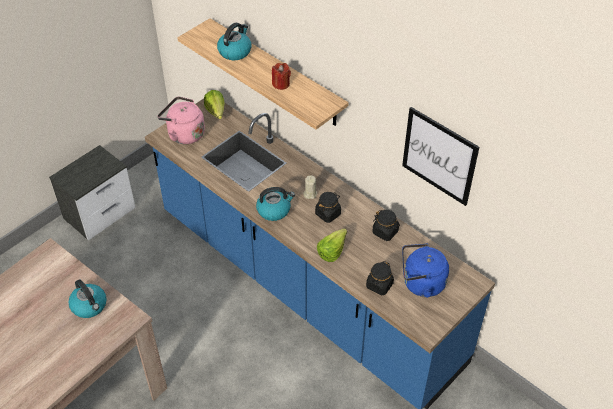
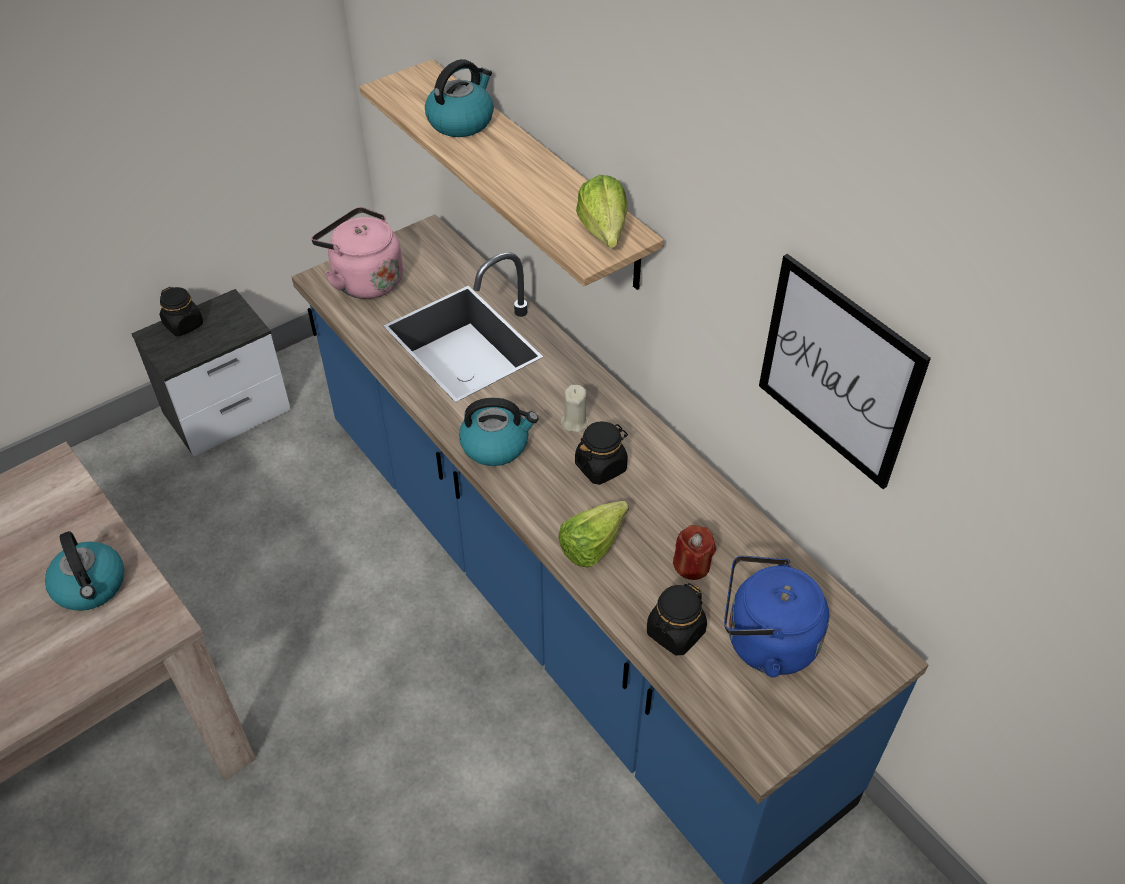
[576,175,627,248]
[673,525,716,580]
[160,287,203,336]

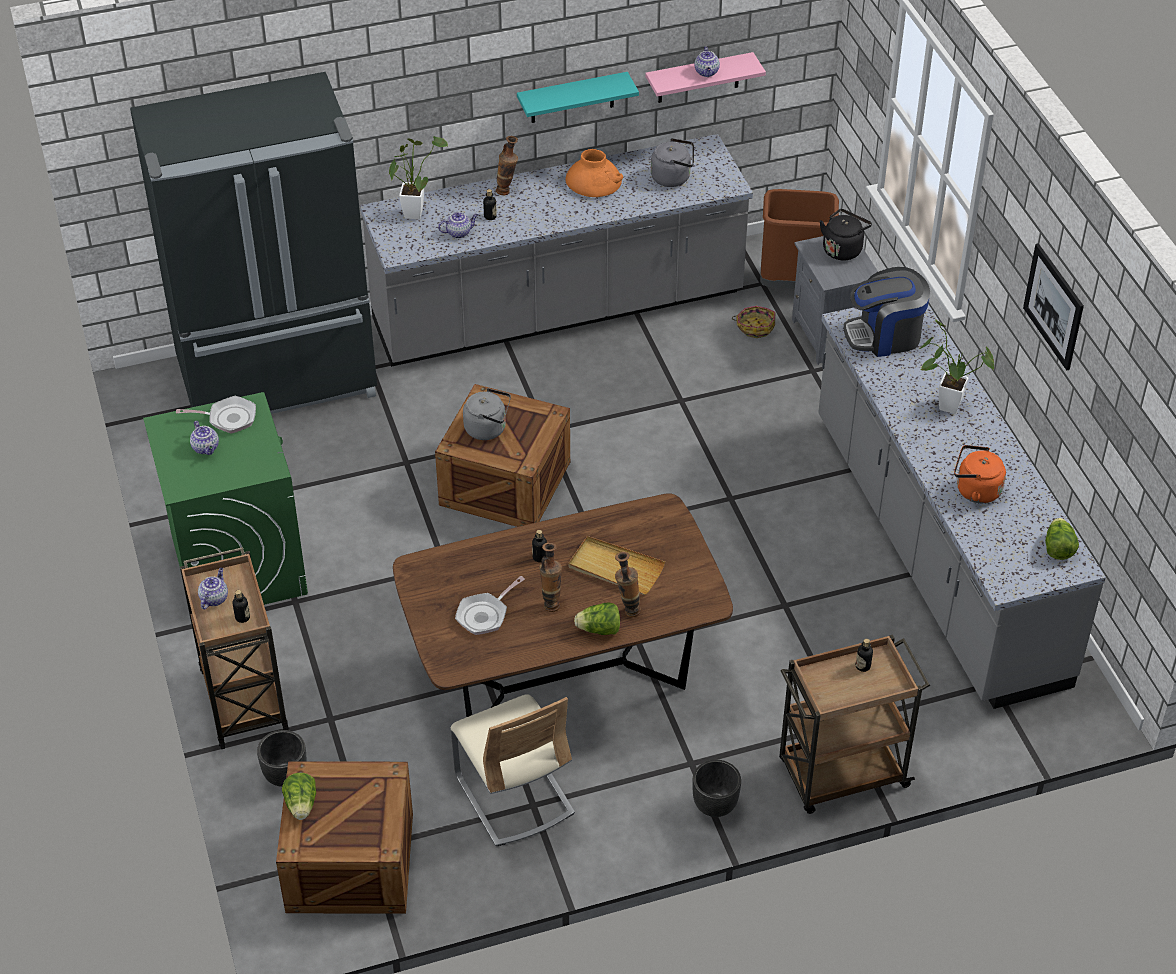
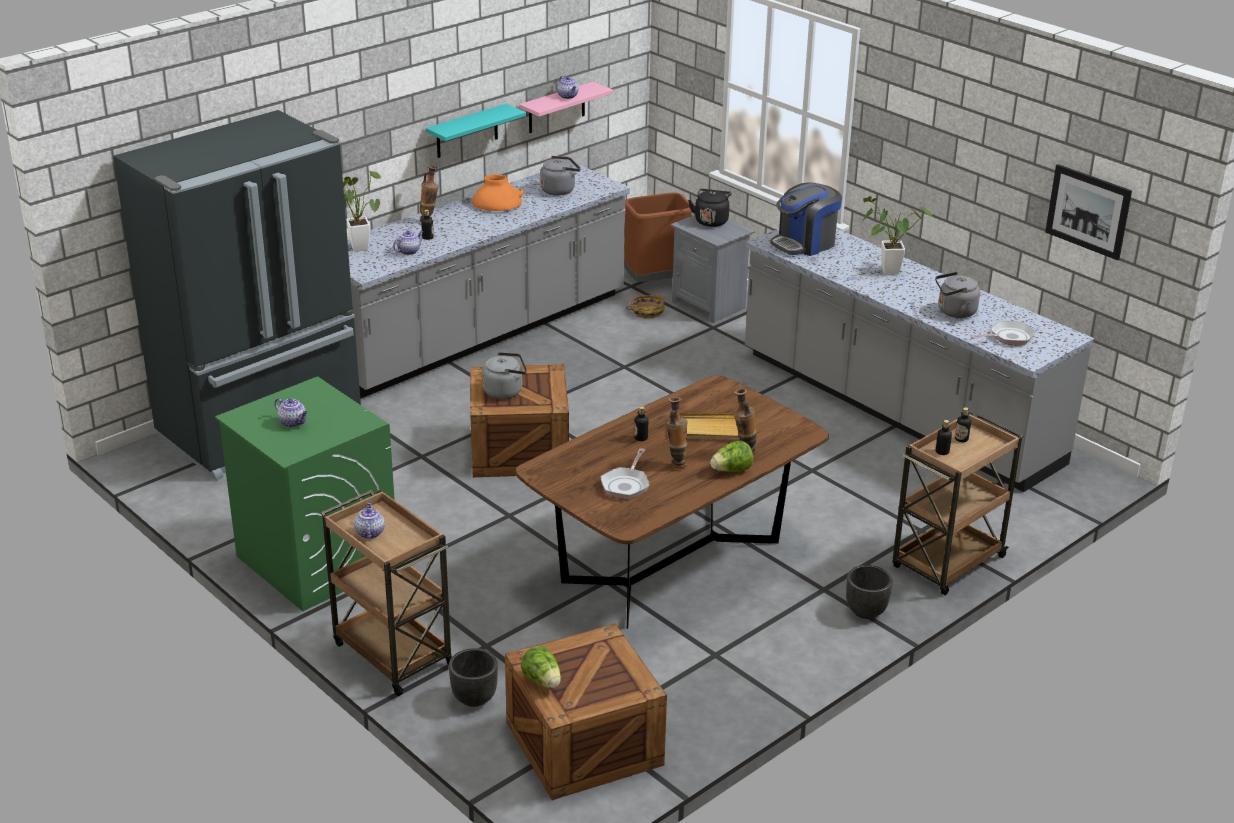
[451,694,575,846] (first image)
[1045,518,1079,560] (first image)
[971,321,1036,345]
[936,420,952,455]
[1045,164,1132,260]
[935,272,980,318]

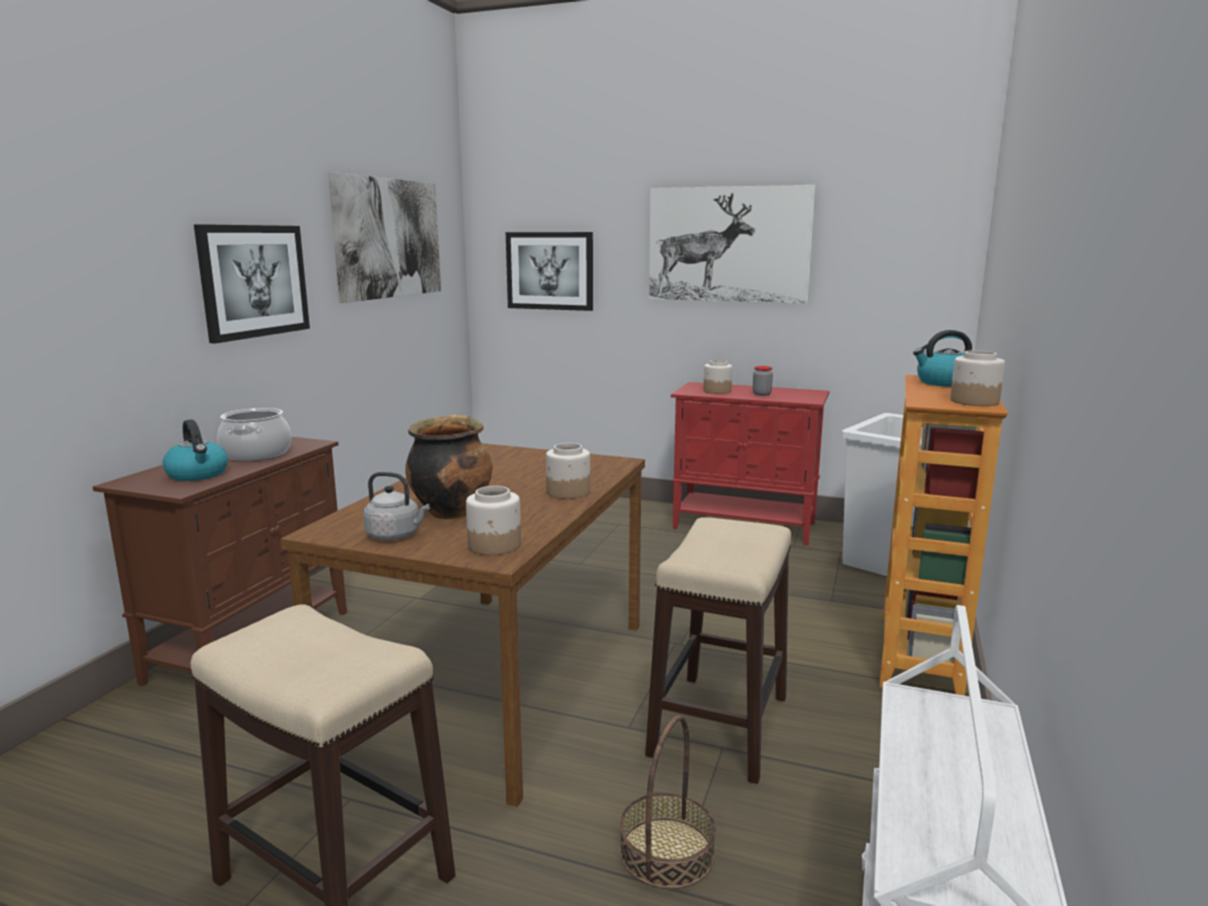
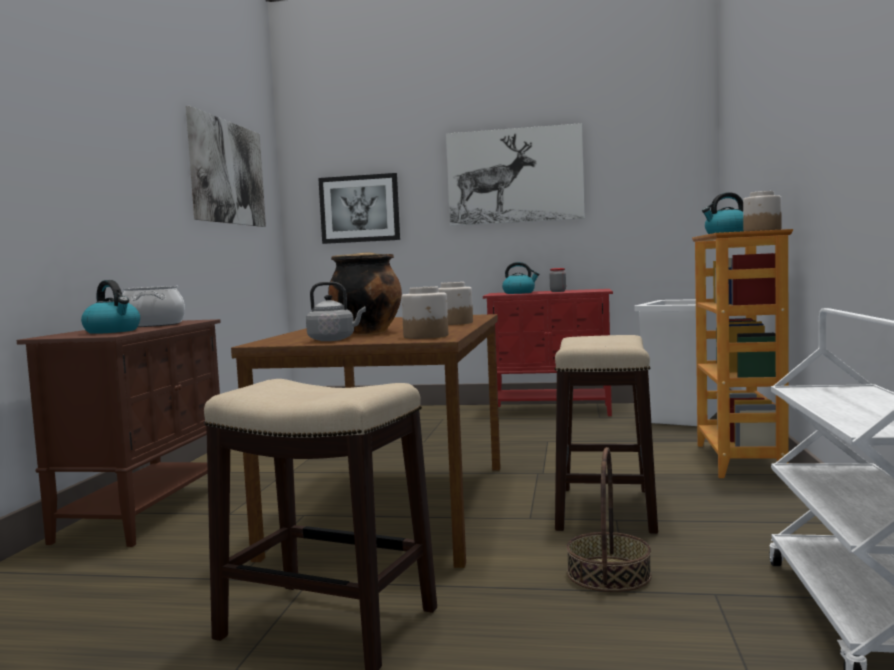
[194,224,310,344] (first image)
[502,262,539,294]

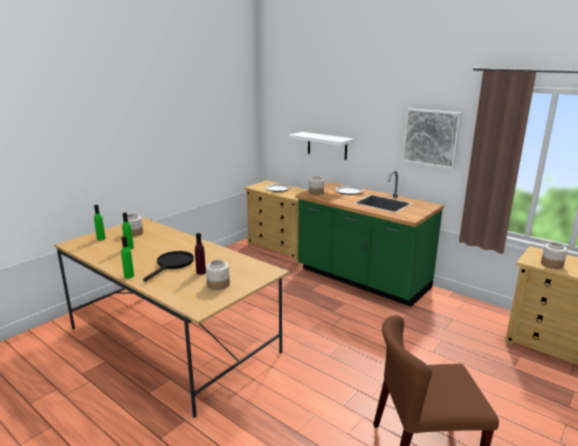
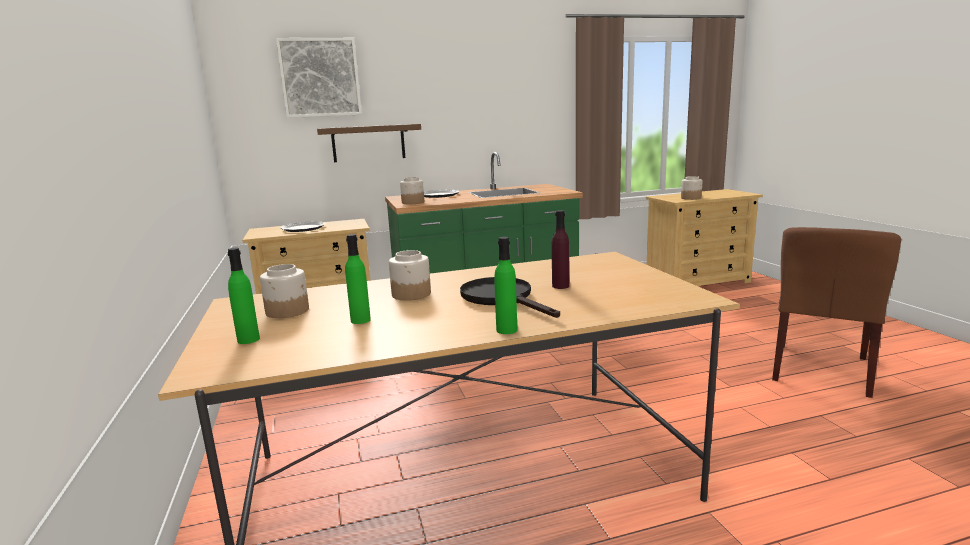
[389,250,431,301]
[276,38,362,118]
[317,124,421,162]

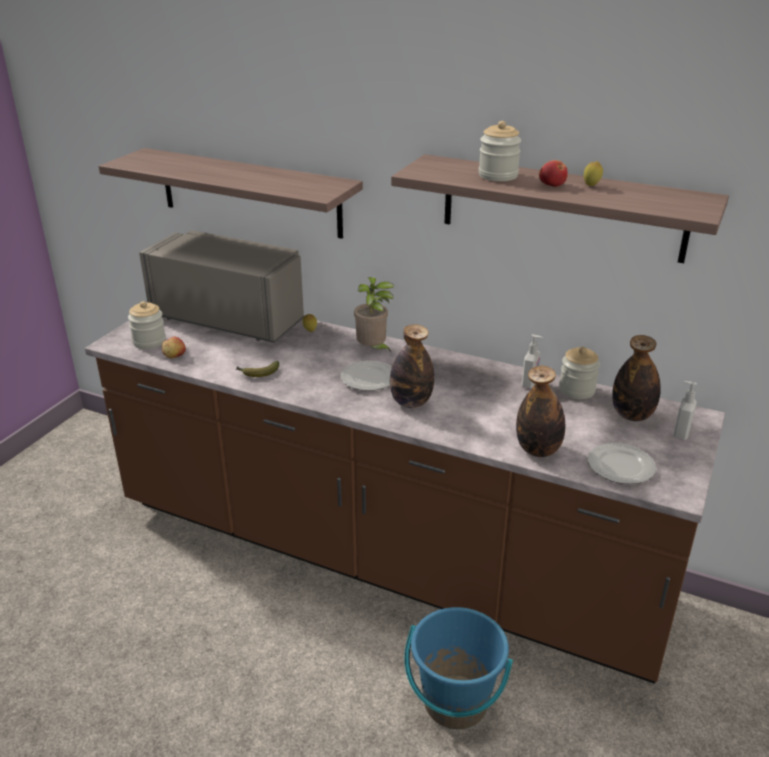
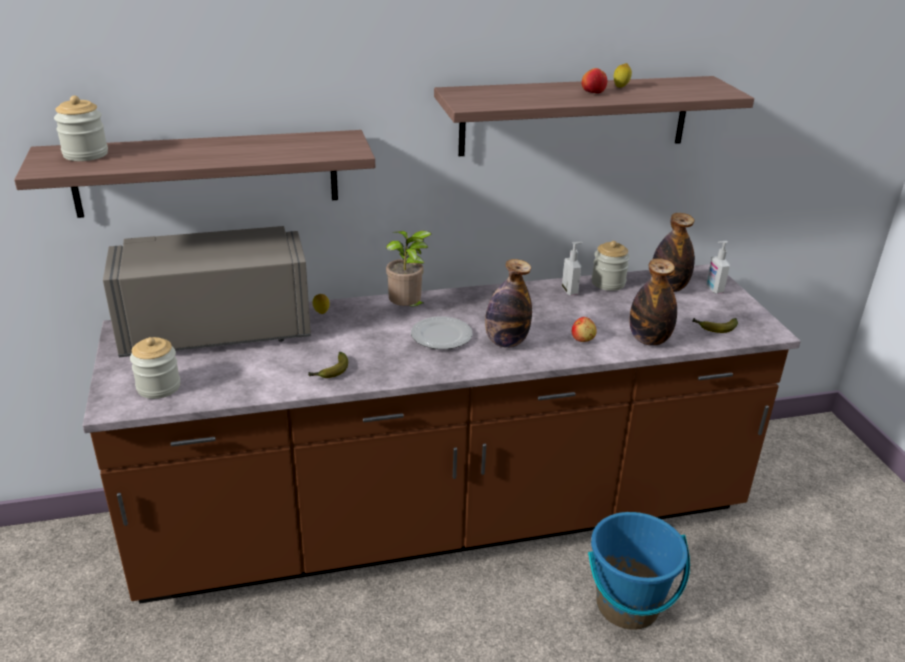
[572,317,597,342]
[54,96,108,161]
[693,318,738,333]

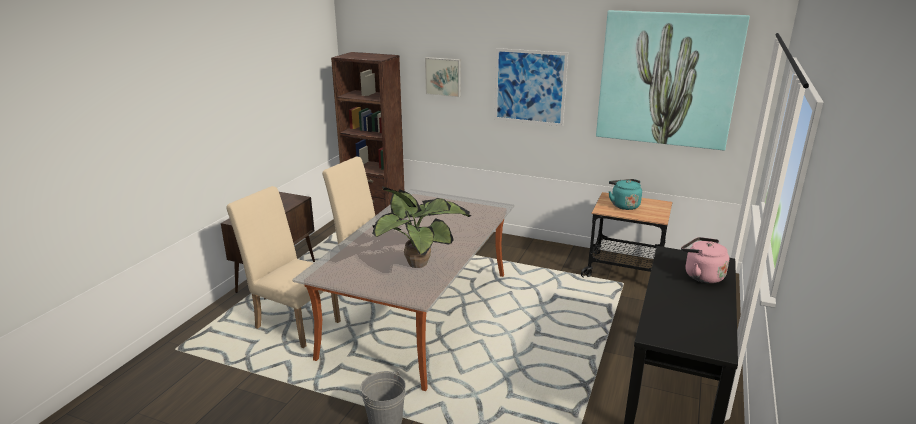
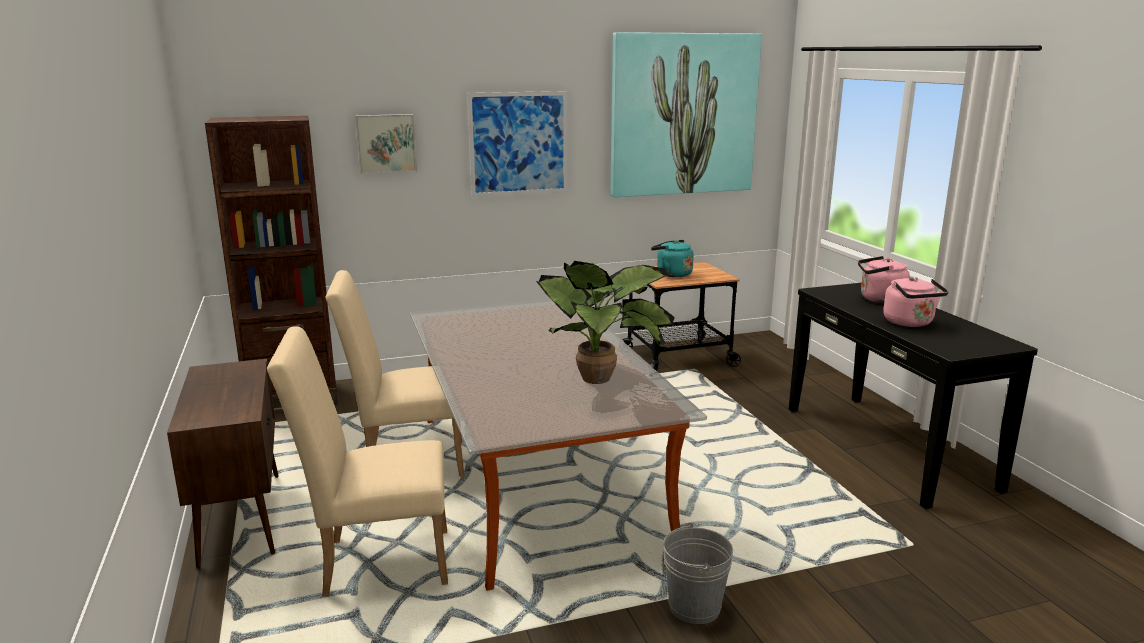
[883,277,949,327]

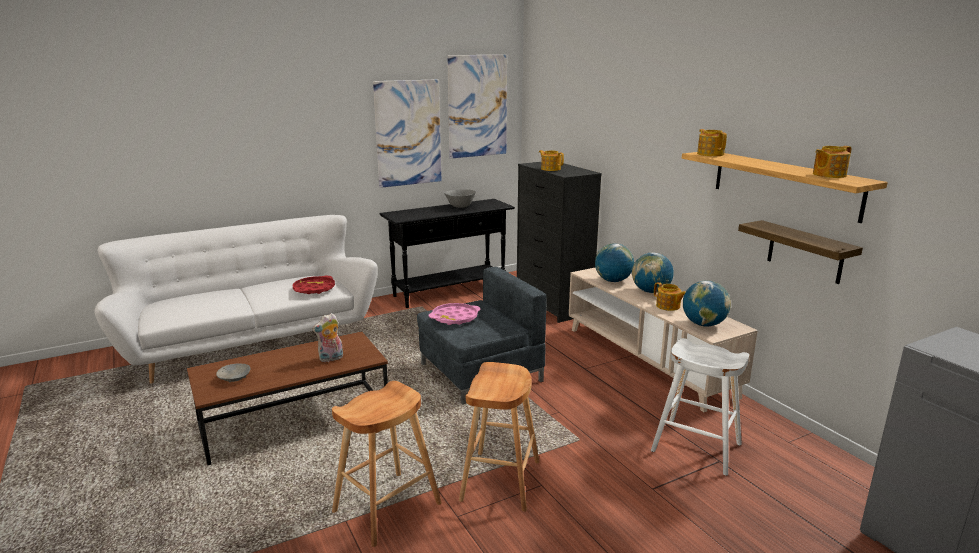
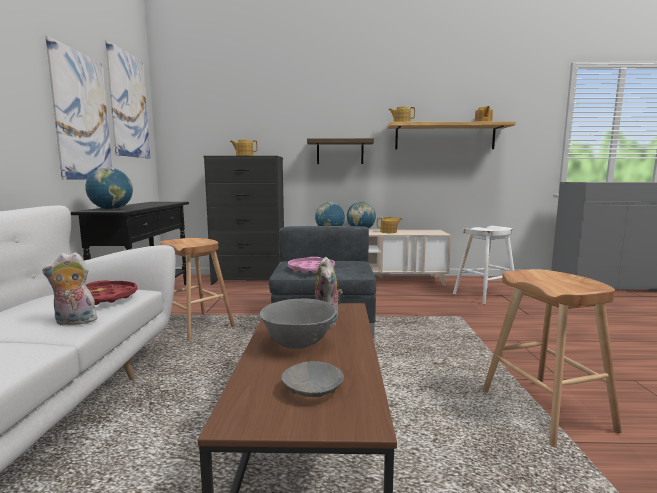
[42,252,97,326]
[260,299,336,349]
[160,238,235,341]
[85,167,133,210]
[307,138,374,164]

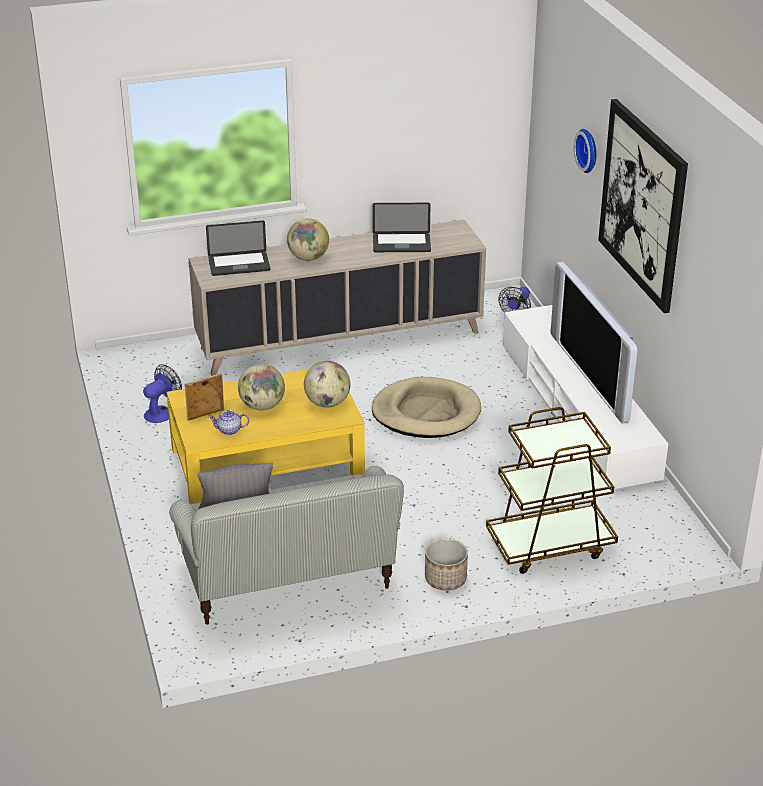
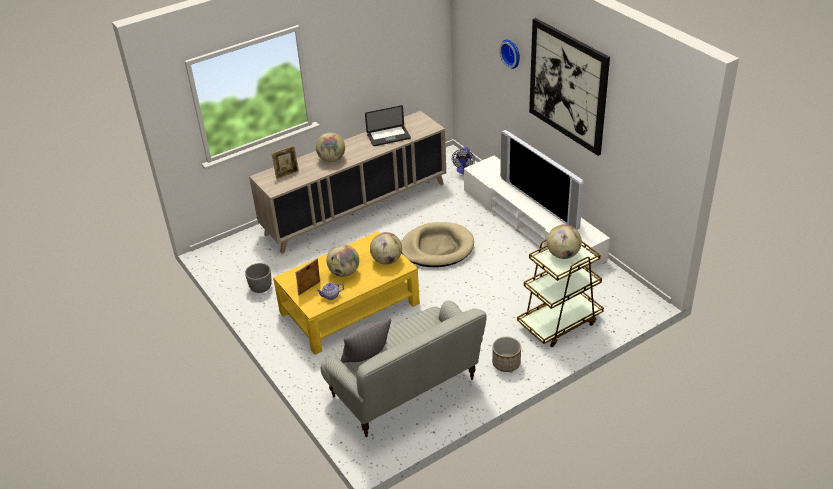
[547,224,582,259]
[245,263,272,293]
[272,146,299,179]

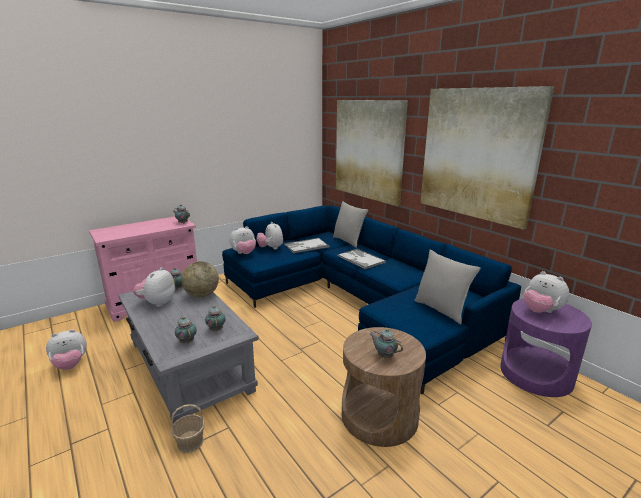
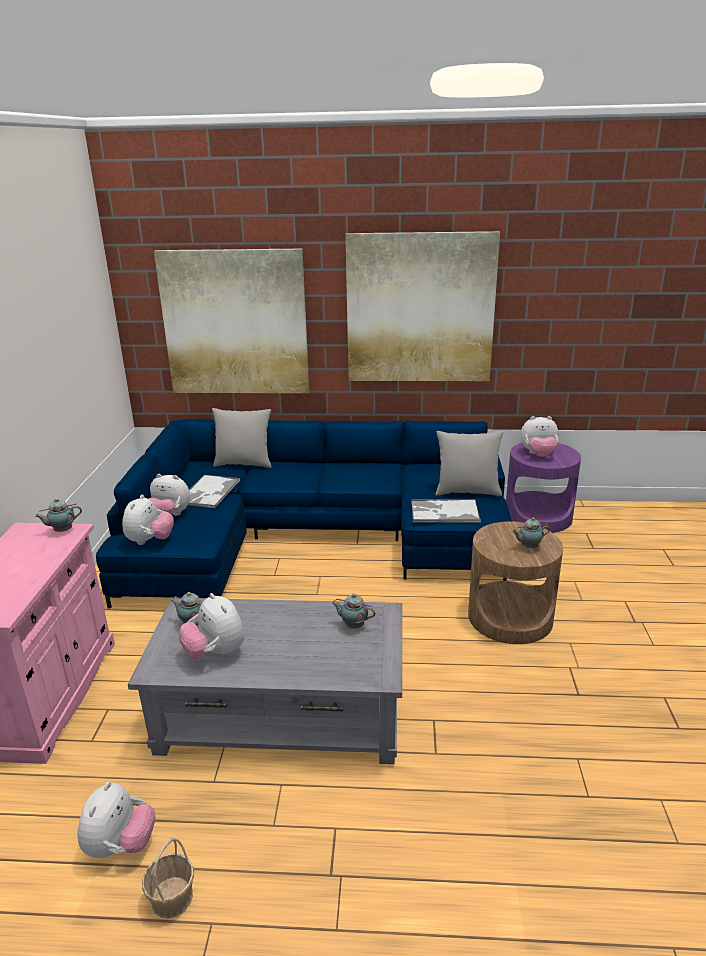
[175,316,197,343] (first image)
[181,261,219,297] (first image)
[142,838,194,919]
[411,499,481,523]

